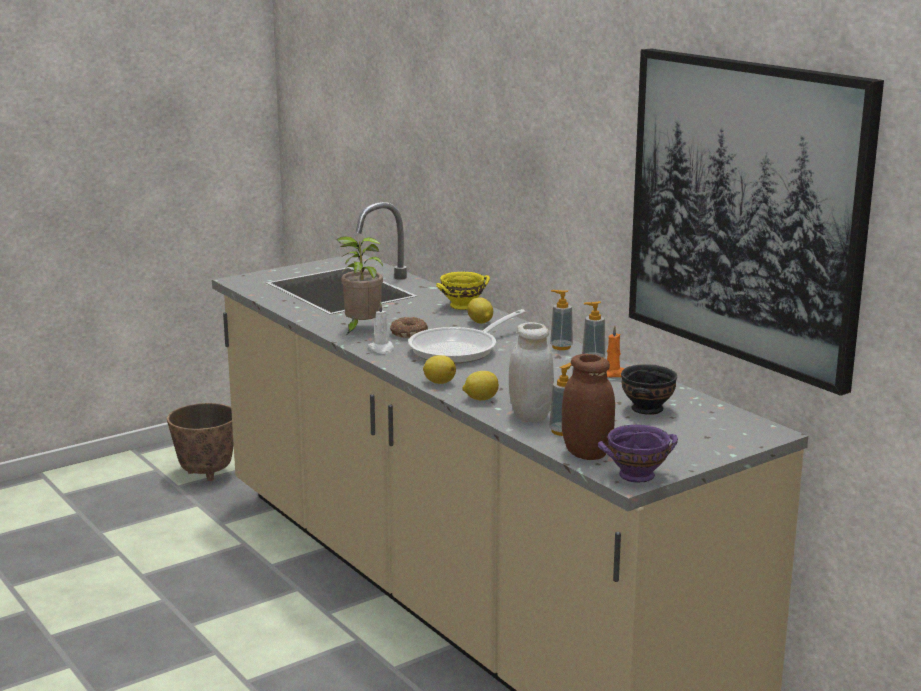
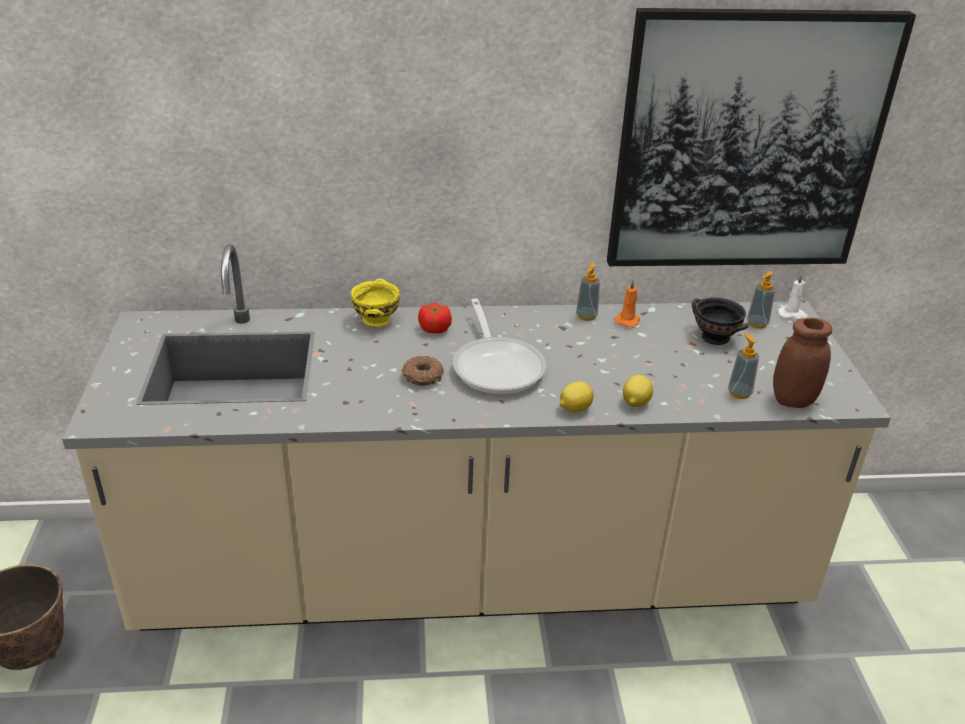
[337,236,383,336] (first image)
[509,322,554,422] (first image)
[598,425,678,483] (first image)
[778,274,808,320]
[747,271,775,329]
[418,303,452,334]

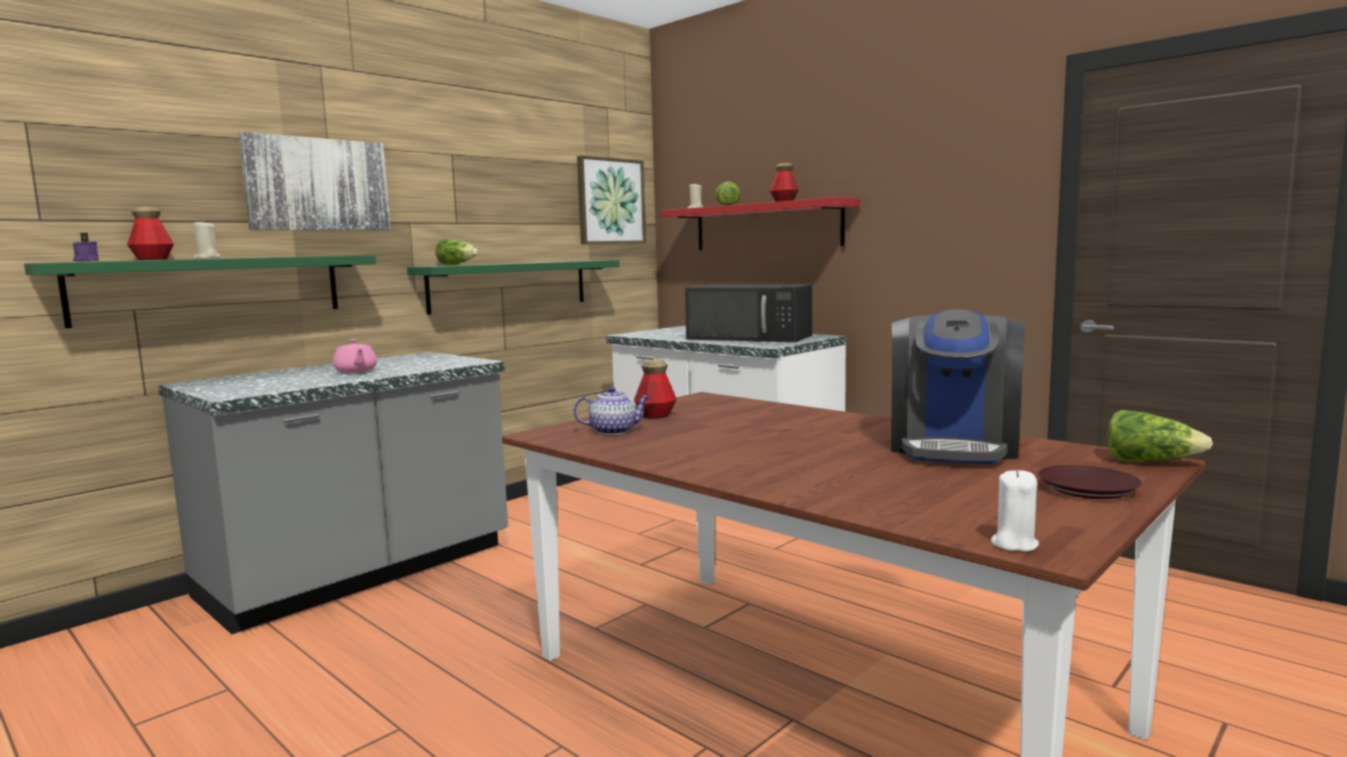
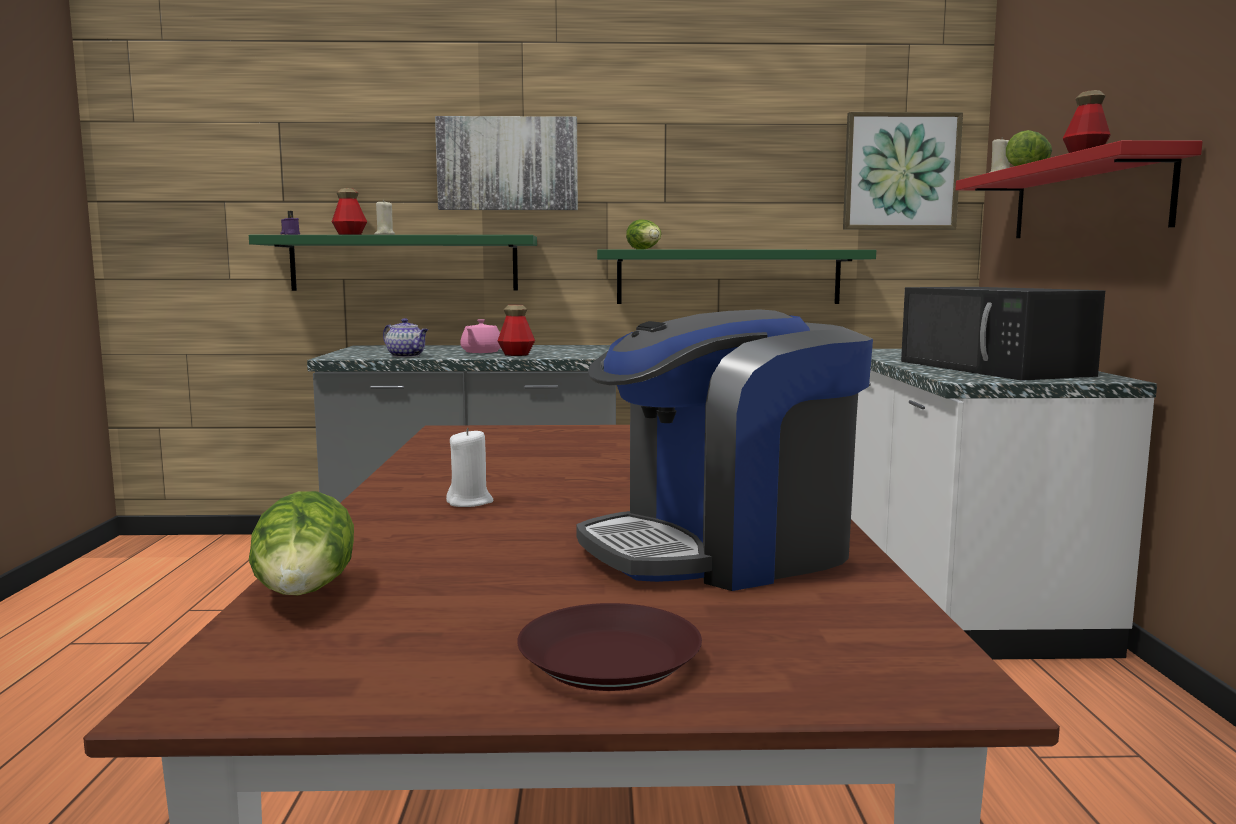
[383,318,428,357]
[497,305,535,356]
[446,428,493,507]
[249,491,354,595]

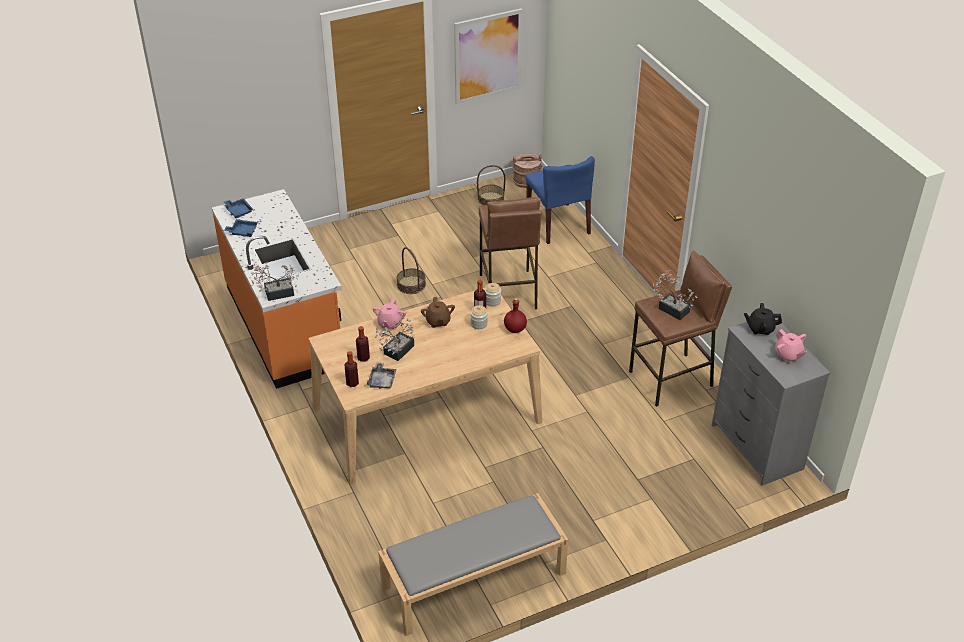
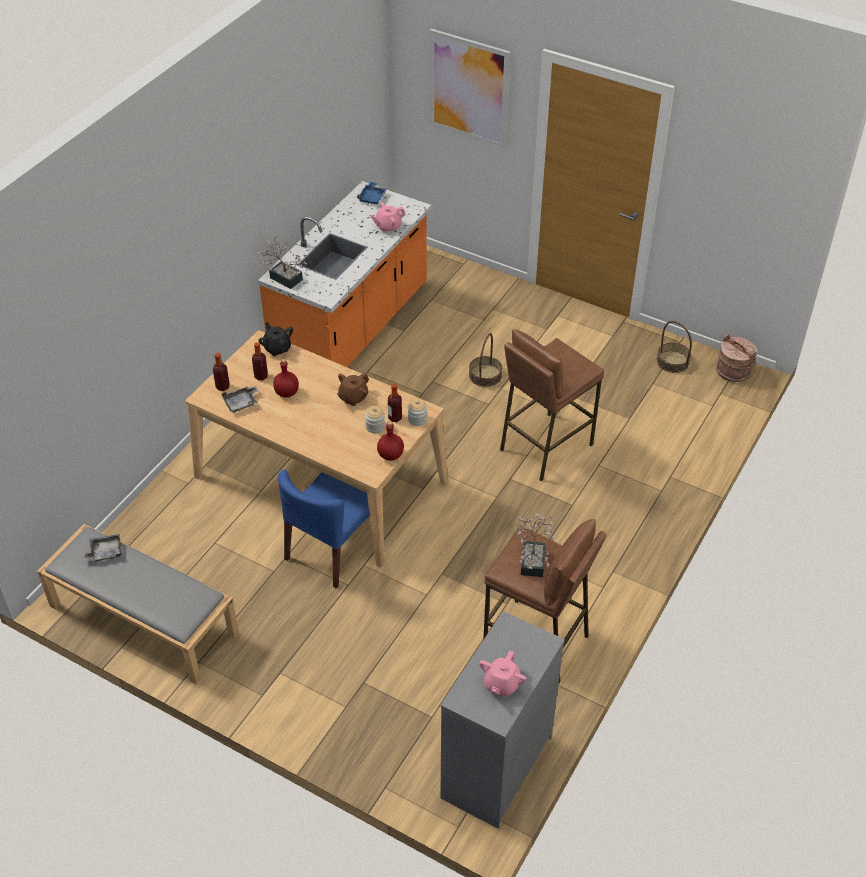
[224,219,258,237] (first image)
[82,534,122,562]
[370,202,406,233]
[430,29,510,148]
[278,470,370,588]
[258,322,293,356]
[273,359,299,397]

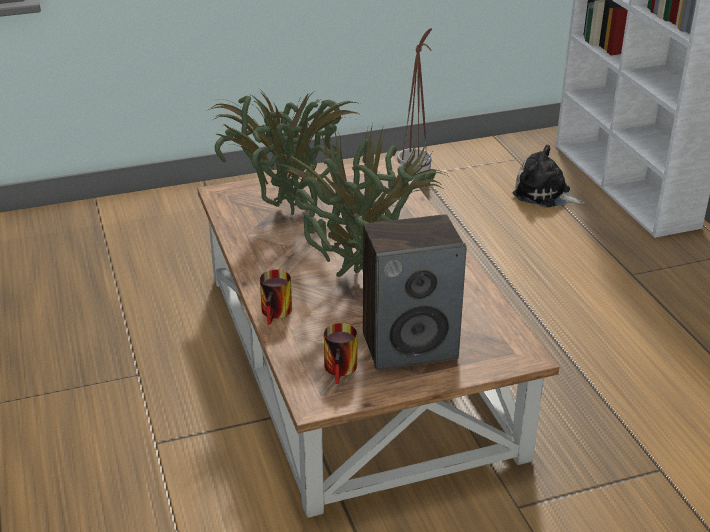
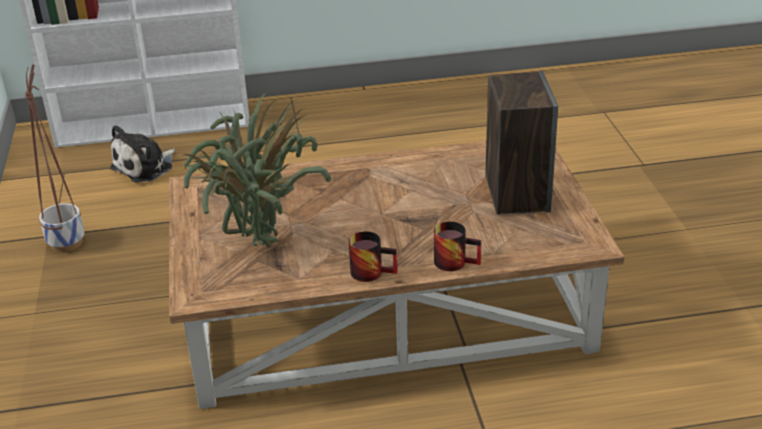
[275,123,447,277] (first image)
[349,231,398,282]

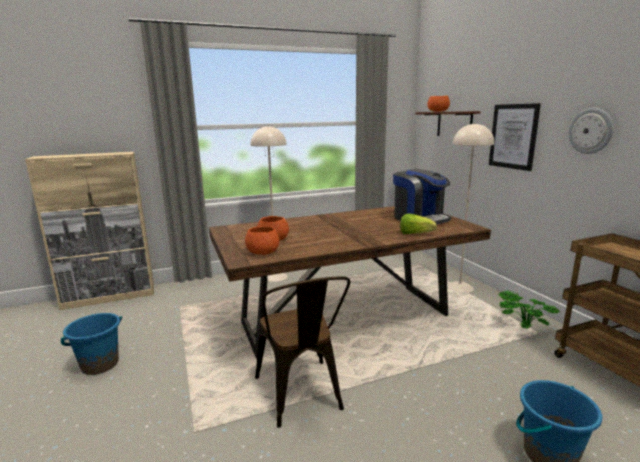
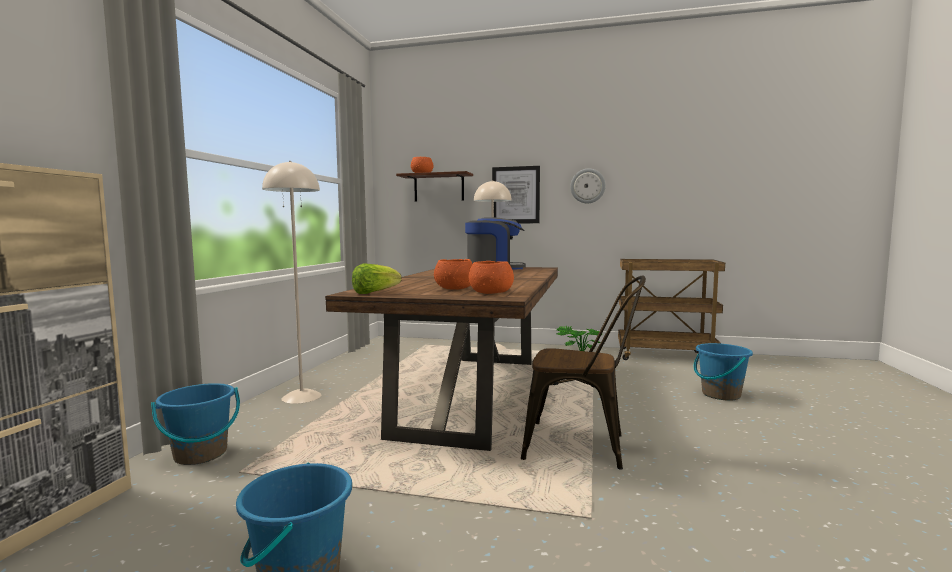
[151,383,240,465]
[352,264,402,294]

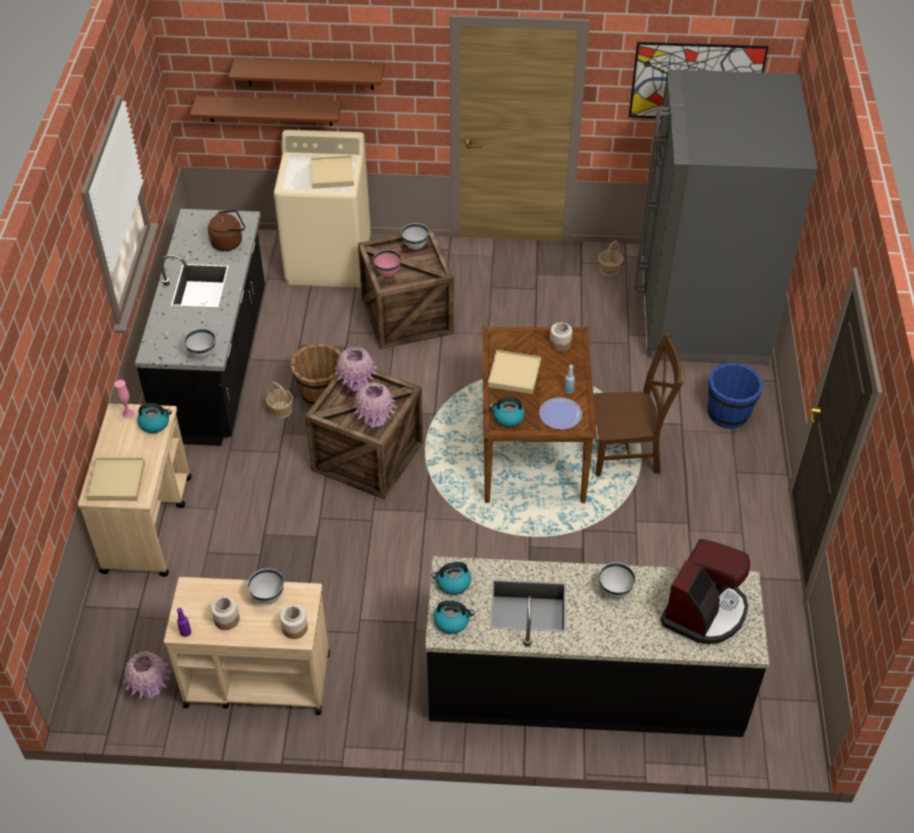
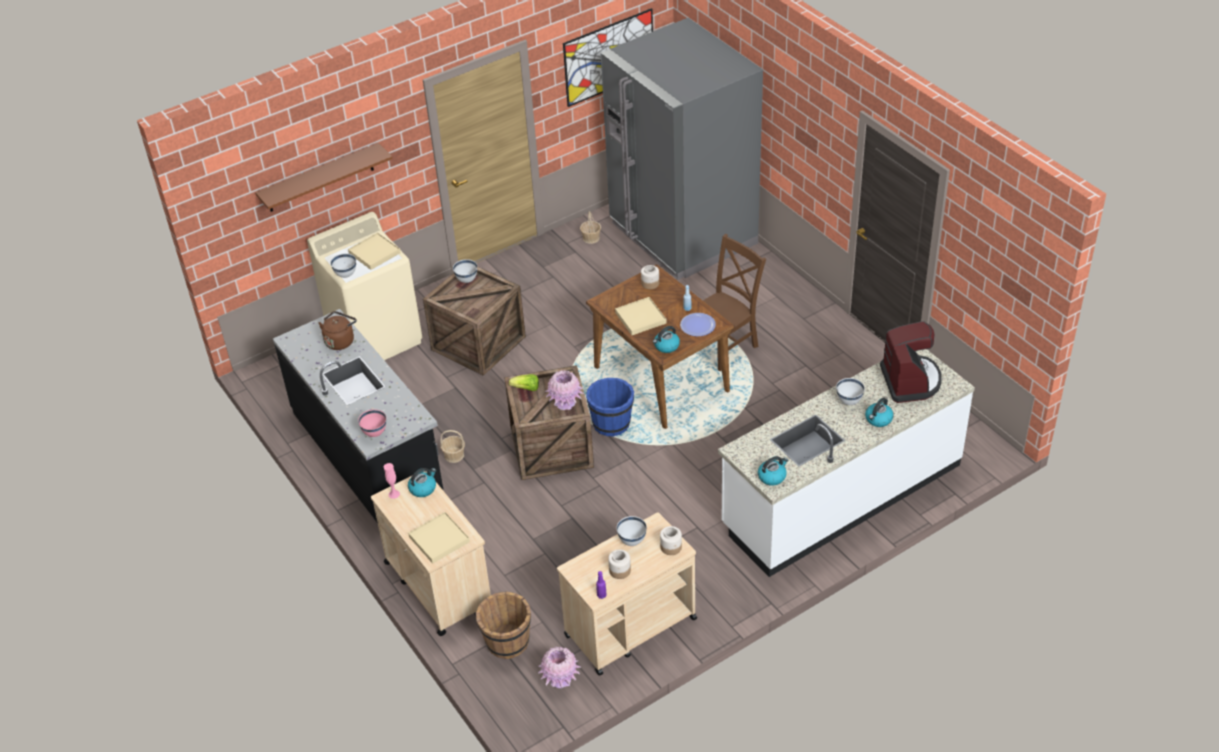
[190,96,342,126] (first image)
[330,253,356,278]
[476,591,531,659]
[358,409,386,437]
[865,398,894,427]
[586,378,634,436]
[509,374,539,391]
[718,349,975,577]

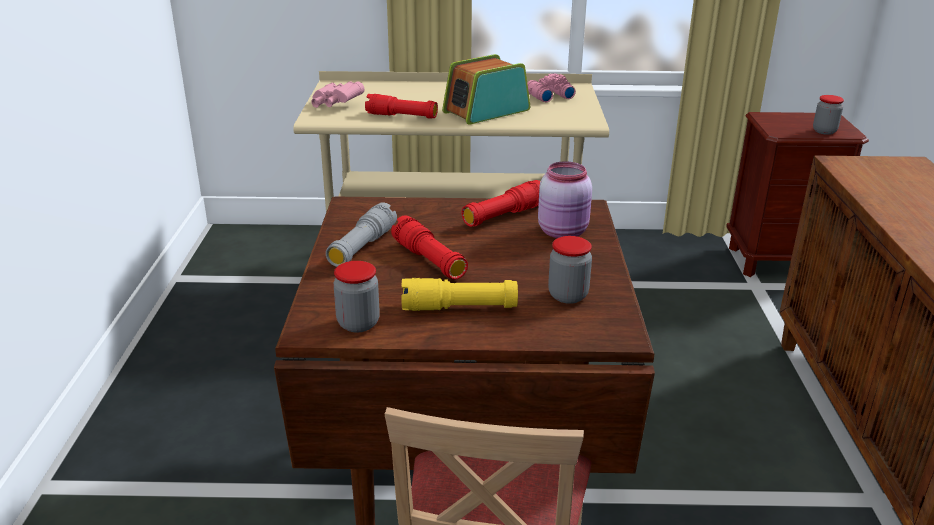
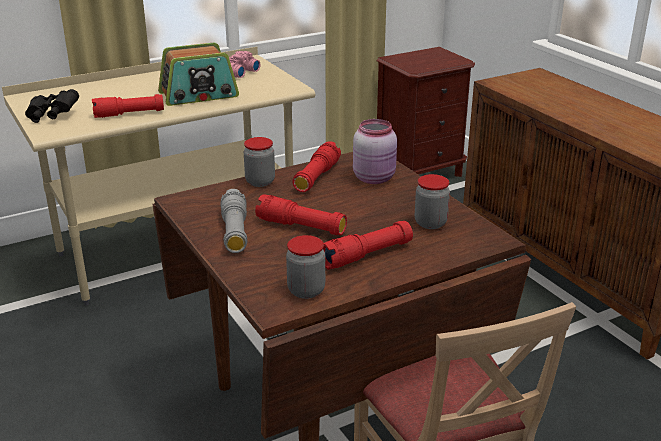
[244,137,275,187]
[25,89,79,123]
[323,221,413,270]
[158,42,239,106]

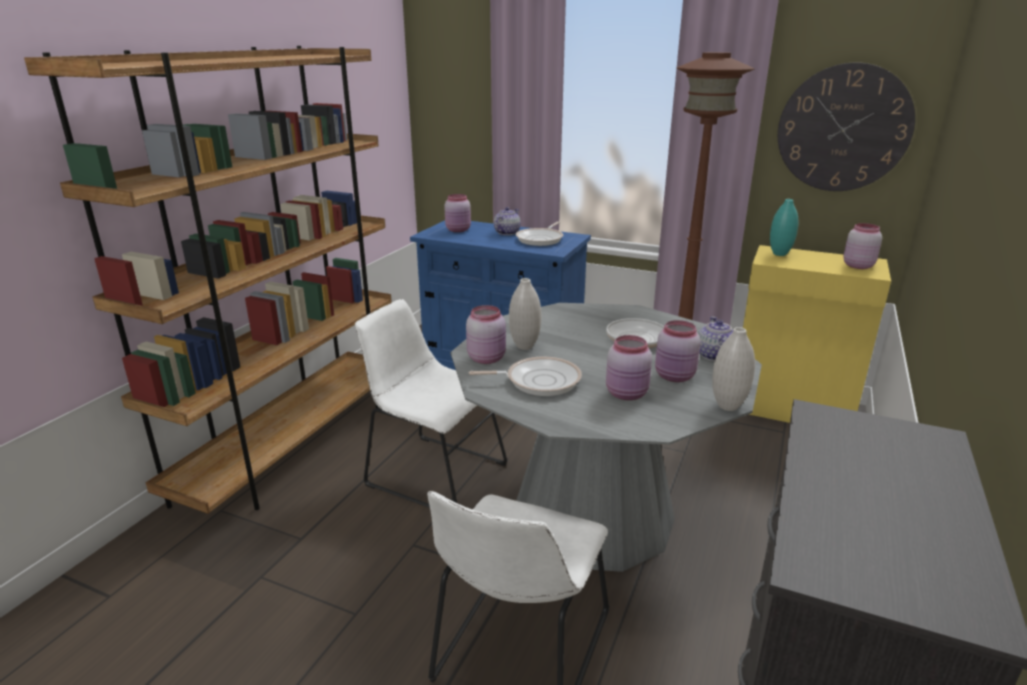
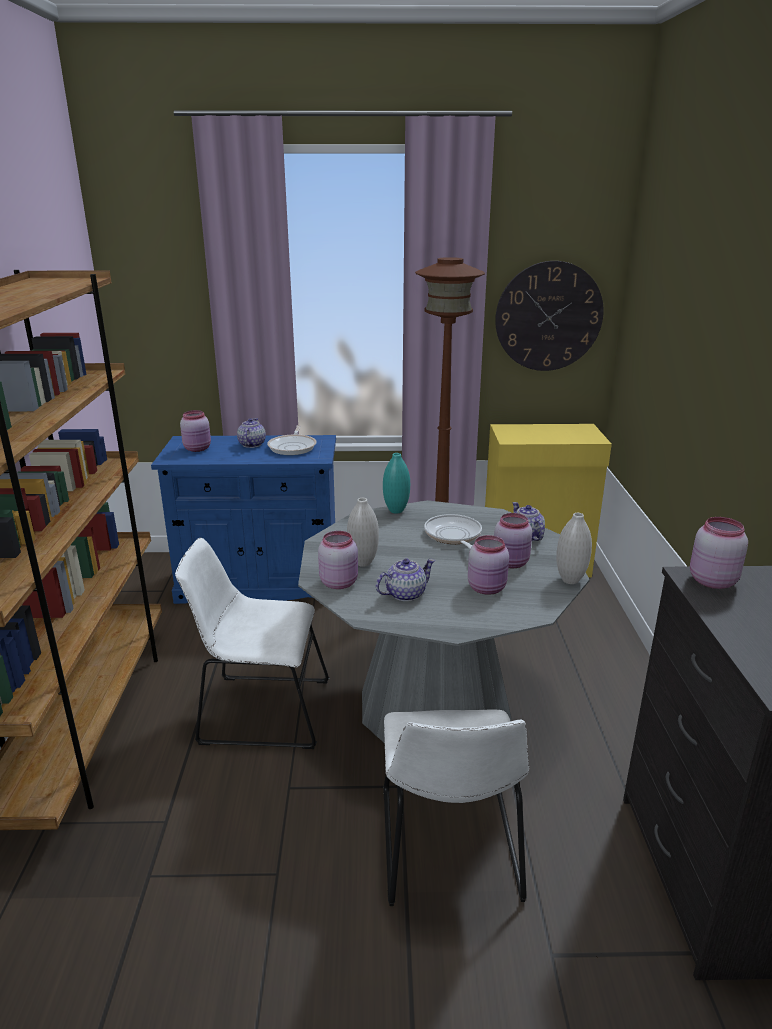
[383,453,410,514]
[690,517,748,589]
[376,559,435,601]

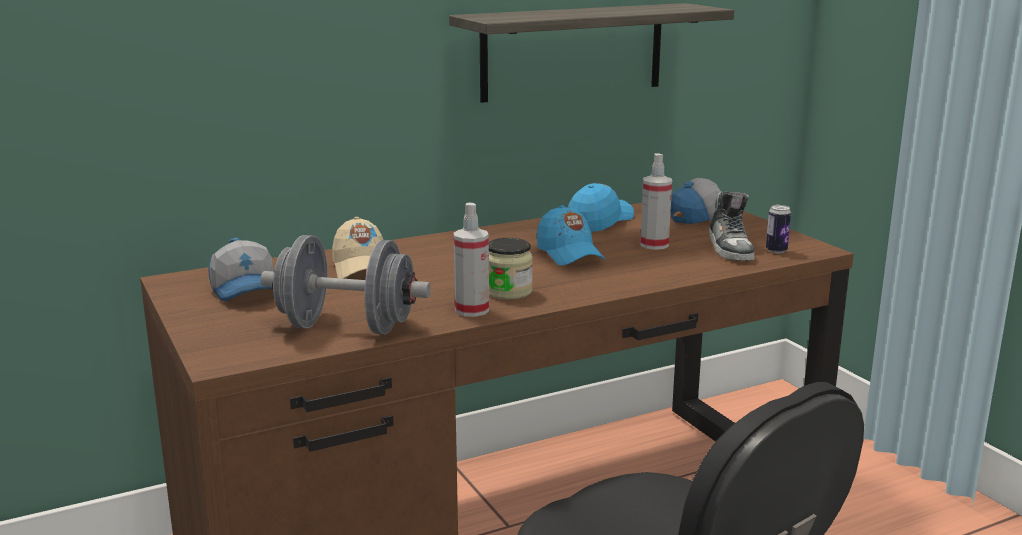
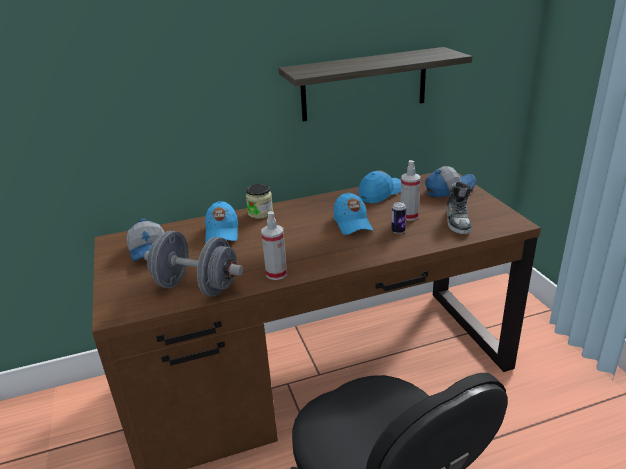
[246,184,273,219]
[391,202,406,234]
[205,201,238,243]

